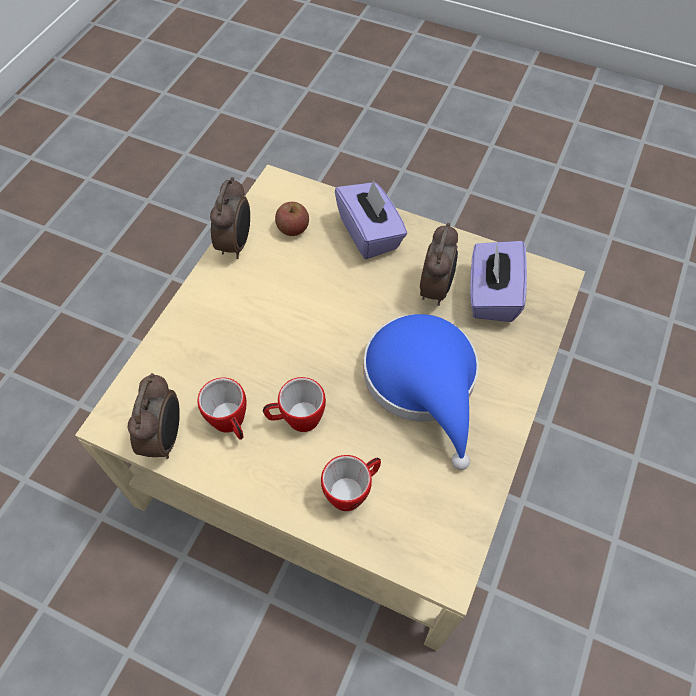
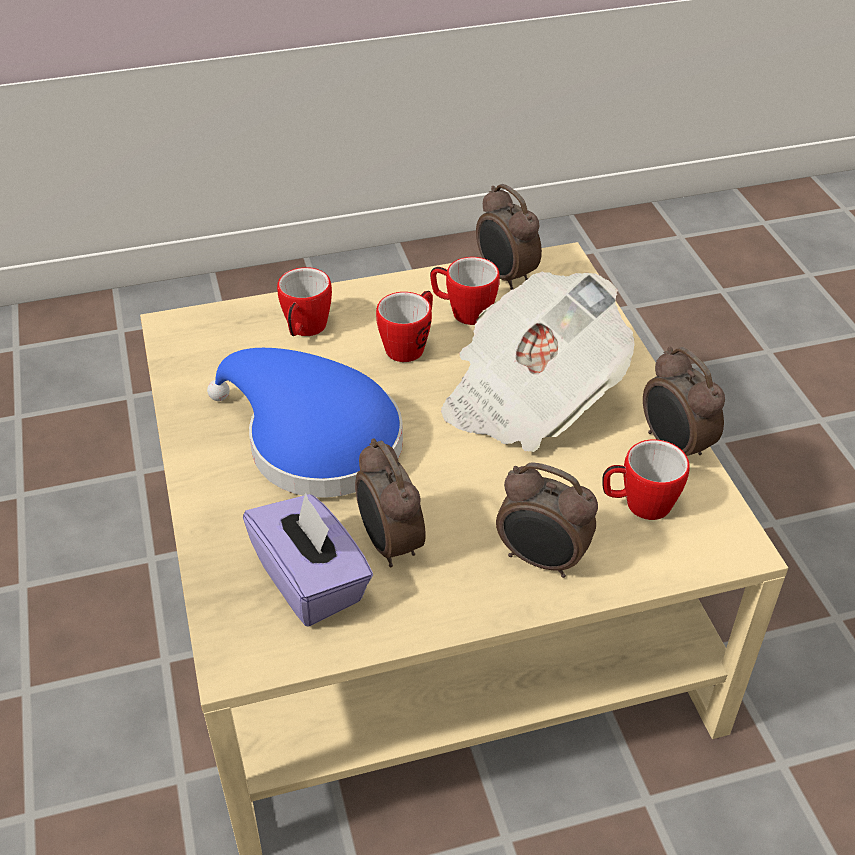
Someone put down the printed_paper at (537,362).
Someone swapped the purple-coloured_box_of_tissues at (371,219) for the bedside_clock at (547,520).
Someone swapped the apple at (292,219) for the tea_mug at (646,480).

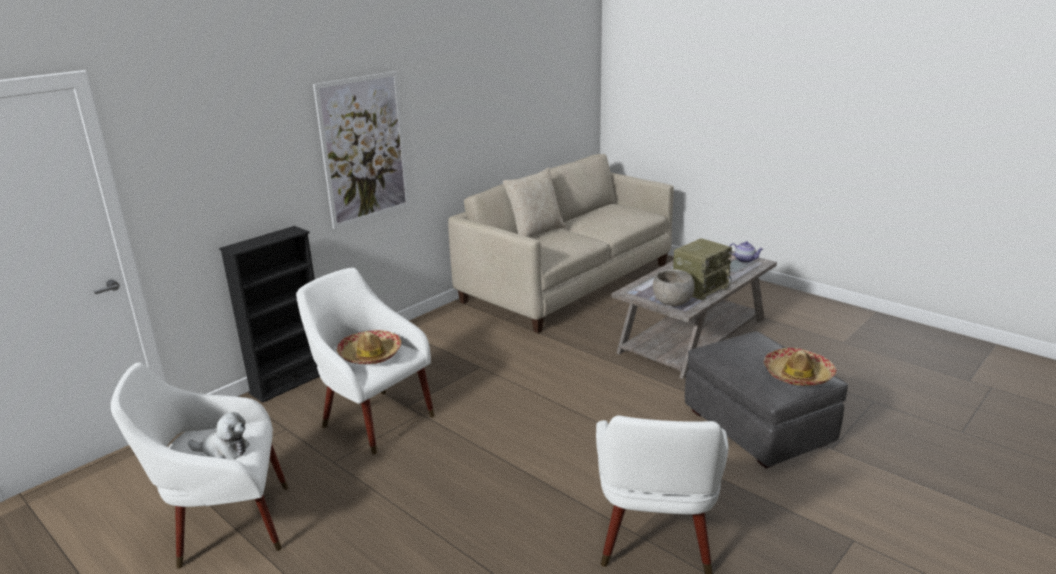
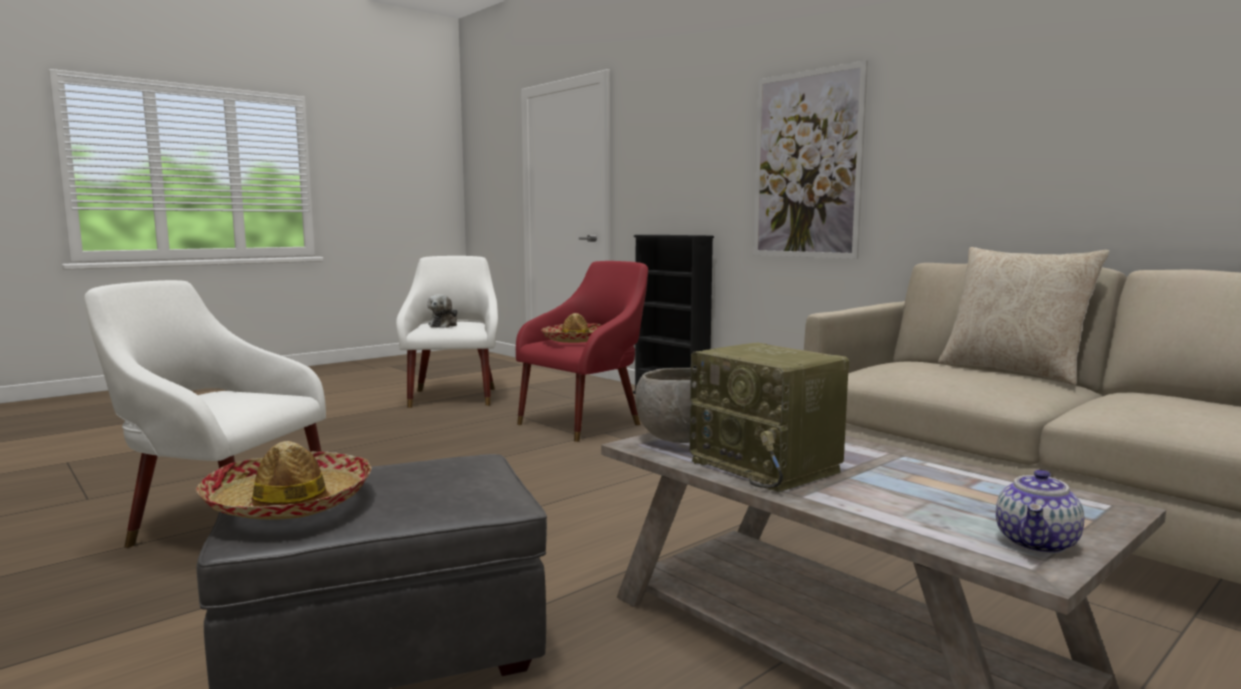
Someone repainted the white-coloured_lounge_chair at (365,361), which became the red_lounge_chair at (582,351).

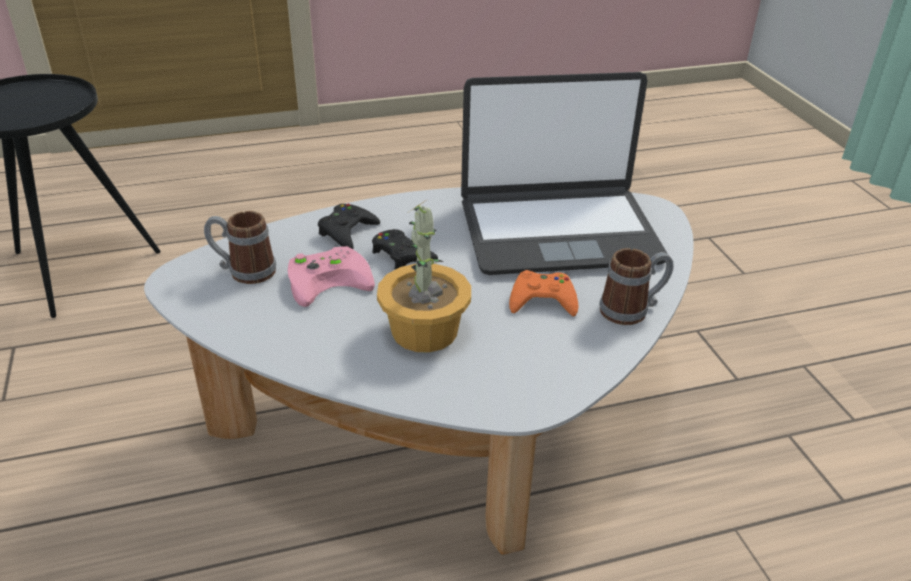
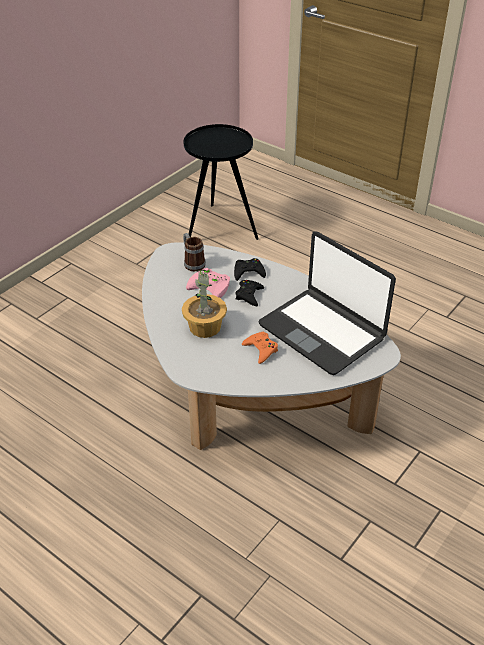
Someone took away the tea_mug at (636,286).

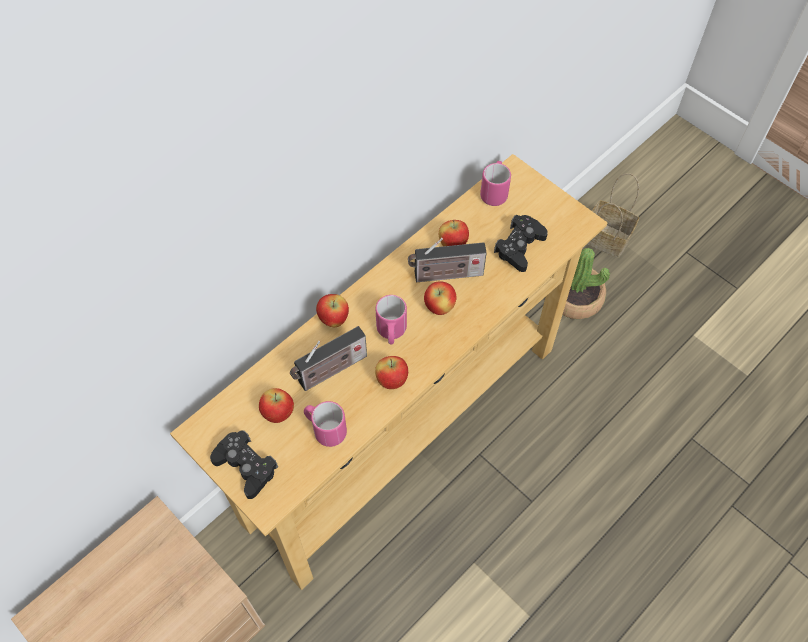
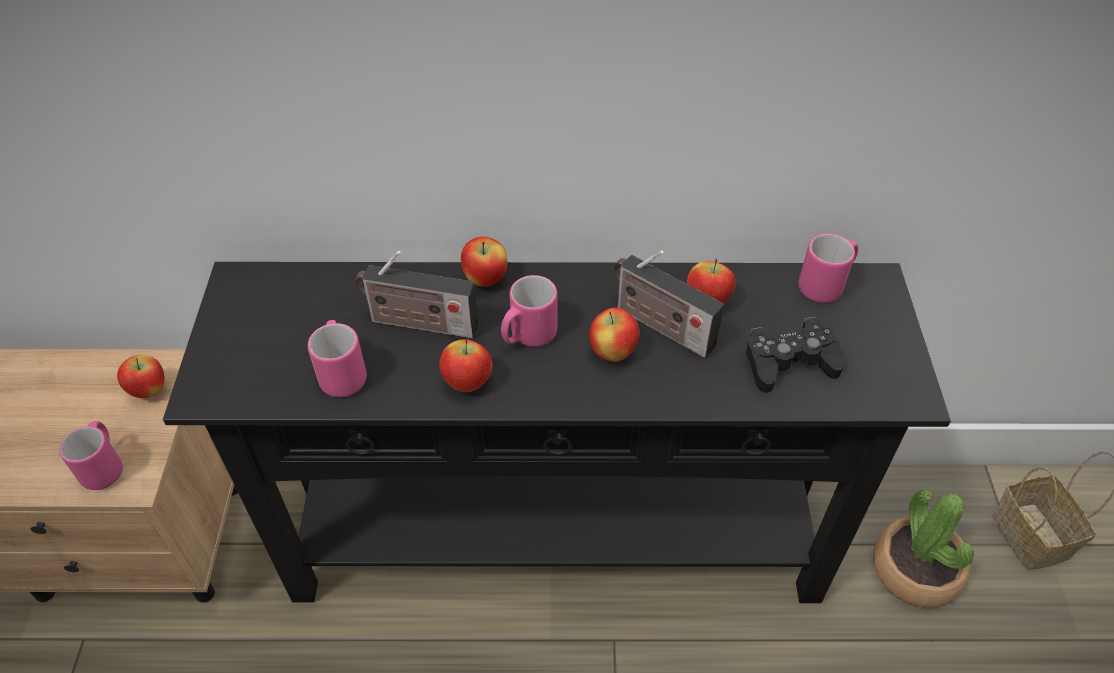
Someone put down the pink_tea_mug at (91,455).
Someone carried the apple from (276,405) to (140,376).
Someone repainted the sand-coloured_hall_table at (388,372), which became the blackish_hall_table at (557,432).
Someone took away the blackish_gamepad at (244,464).

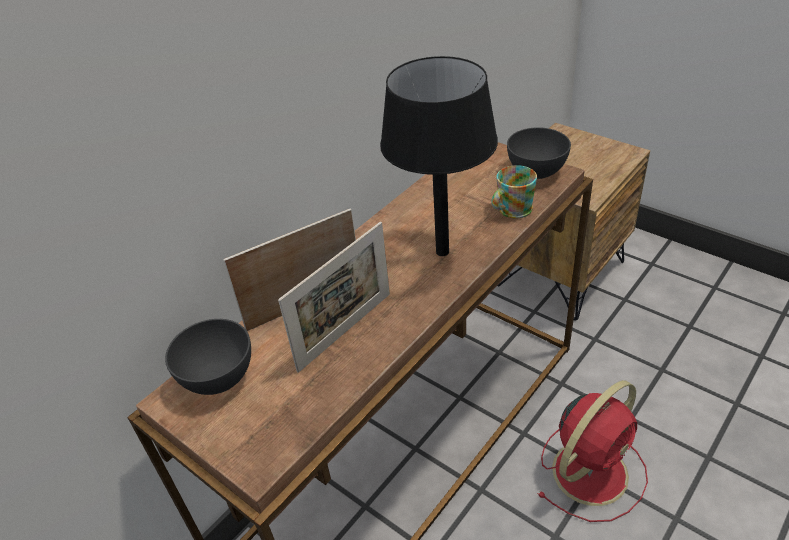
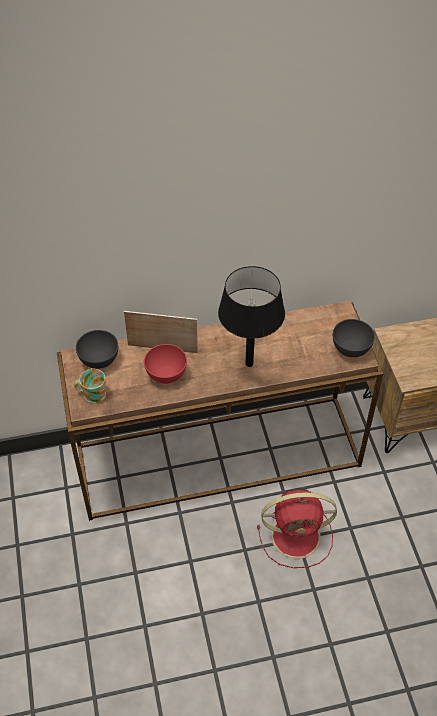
Someone carried the tea_mug from (514,191) to (90,386).
Someone swapped the standing_frame at (334,297) for the red_serving_bowl at (165,364).

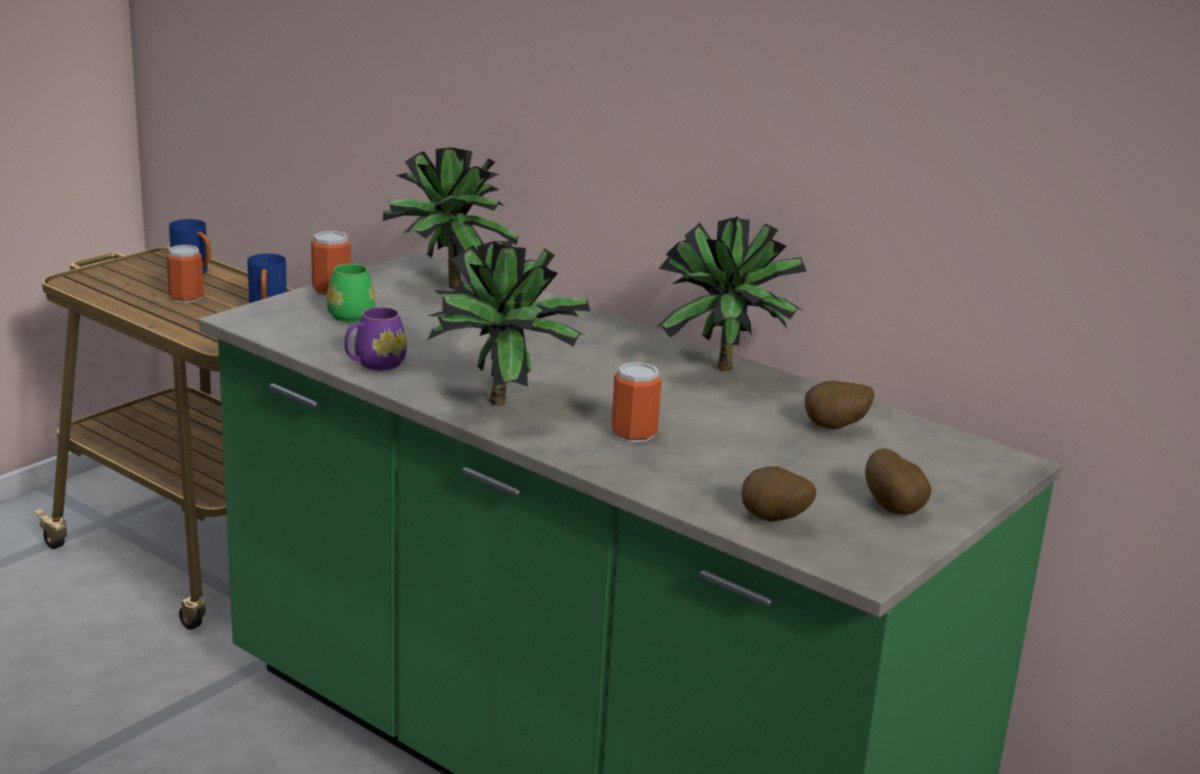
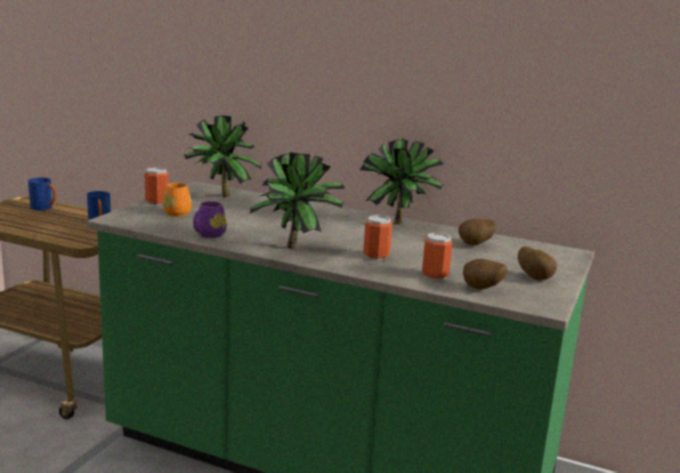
Someone repainted the green-coloured_tea_mug at (350,293), which became the orangey_tea_mug at (177,199).
Someone carried the can from (185,274) to (437,256).

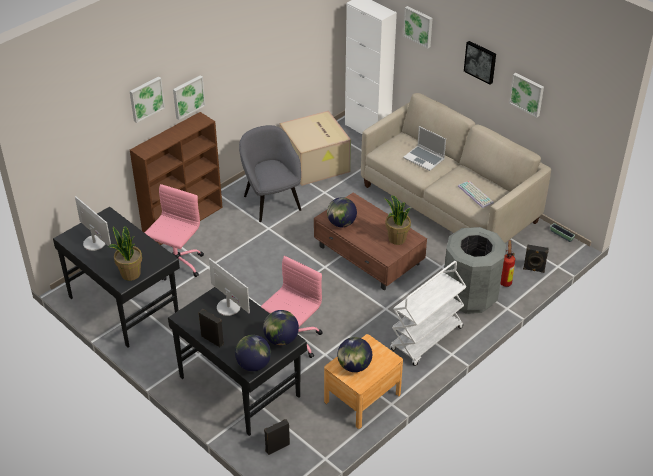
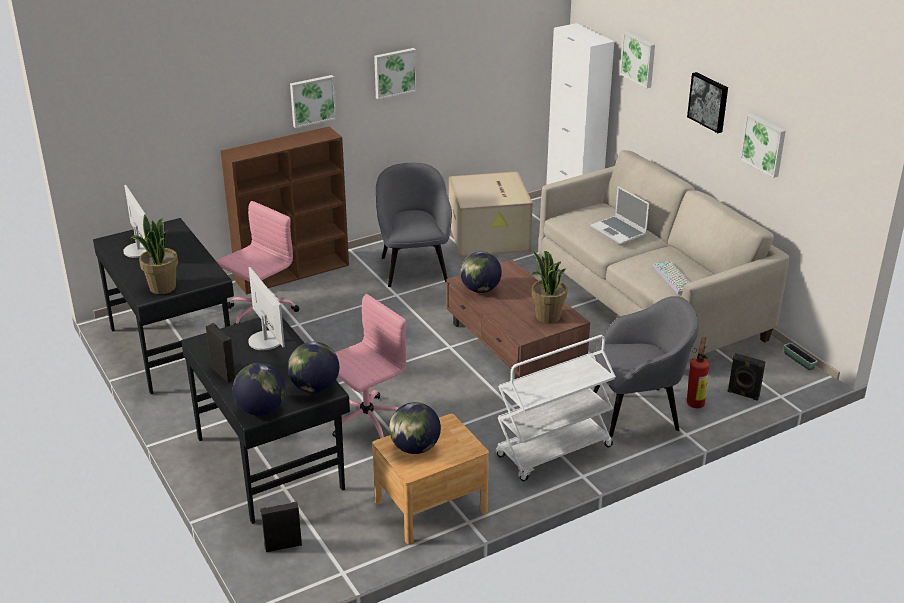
Someone carried the wall_art from (147,100) to (395,74).
Someone swapped the grey_trash_can at (475,270) for the grey_lounge_chair at (645,366).

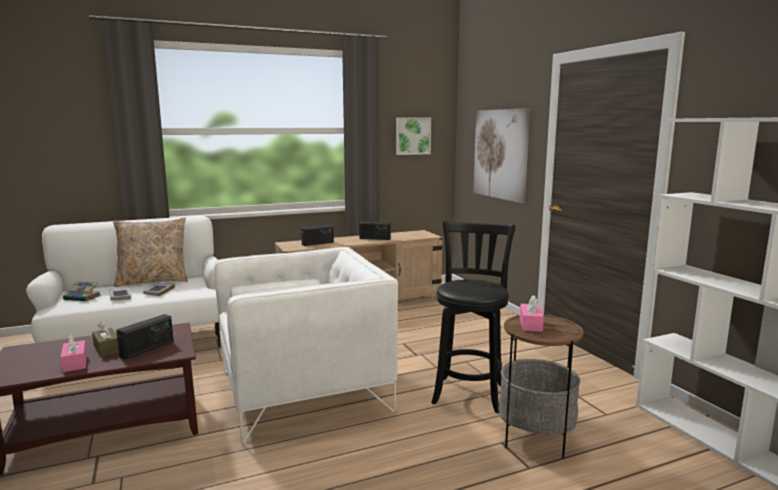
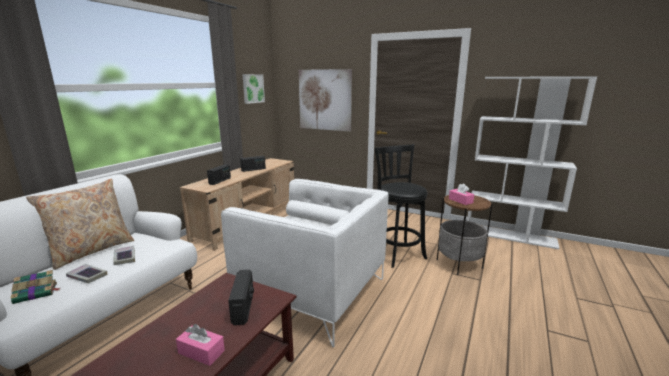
Someone rotated the white-coloured_lounge_chair at (306,345) by 90 degrees clockwise.
Someone took away the brown_box_of_tissues at (105,339).

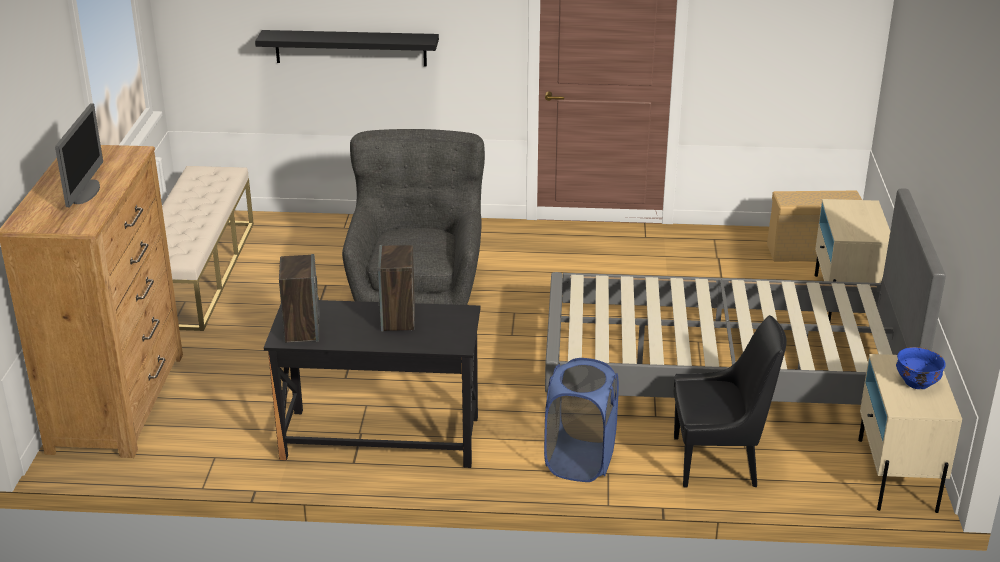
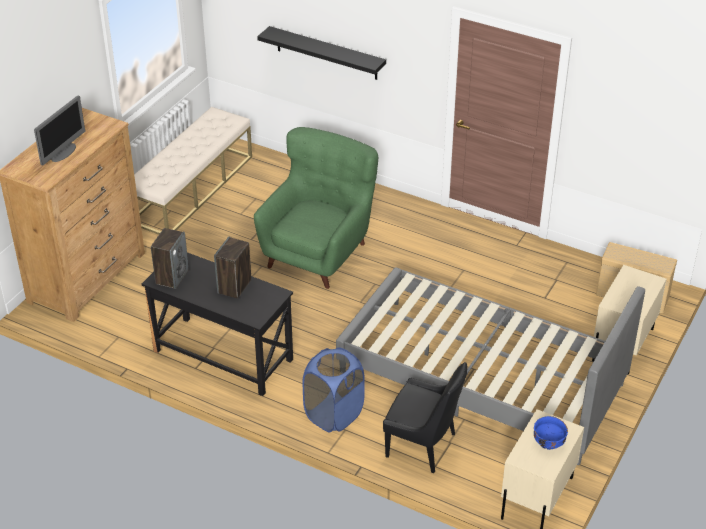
Someone repainted the grey_lounge_chair at (413,217), which became the green-coloured_lounge_chair at (316,208).

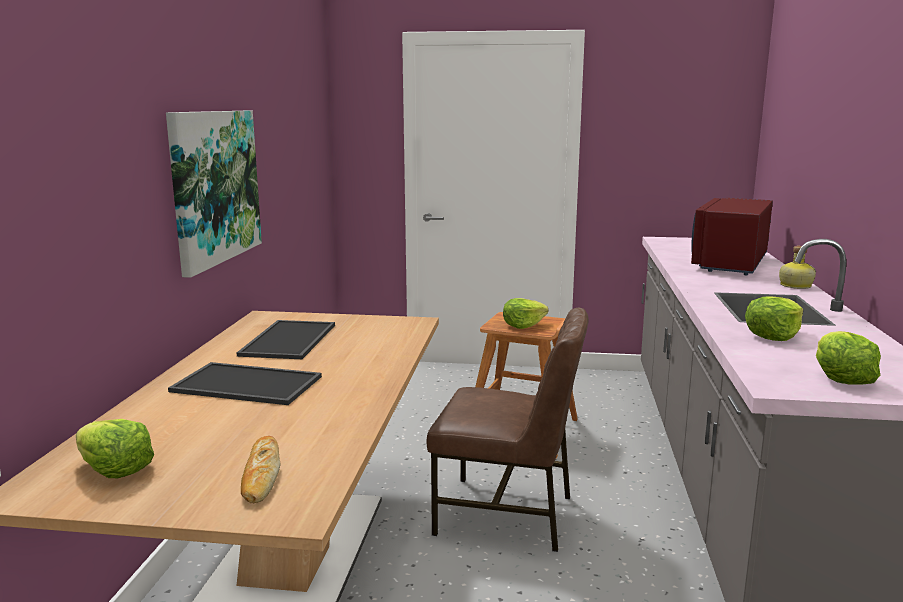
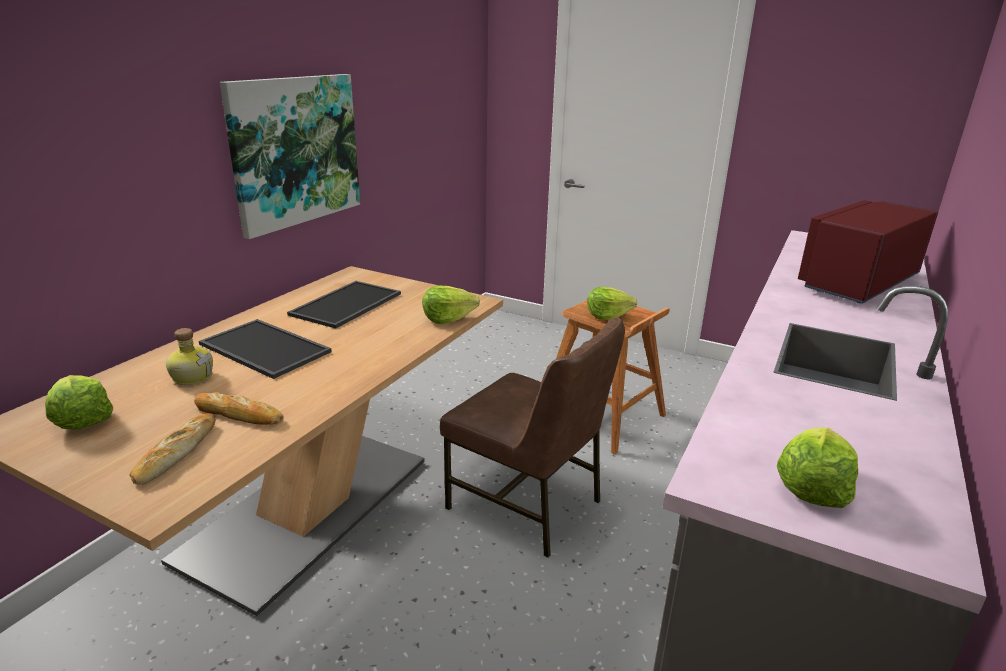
Someone carried the beverage_bottle from (797,267) to (189,356).
Someone put down the bread at (239,408).
Someone carried the lettuce_head from (774,318) to (451,305).

